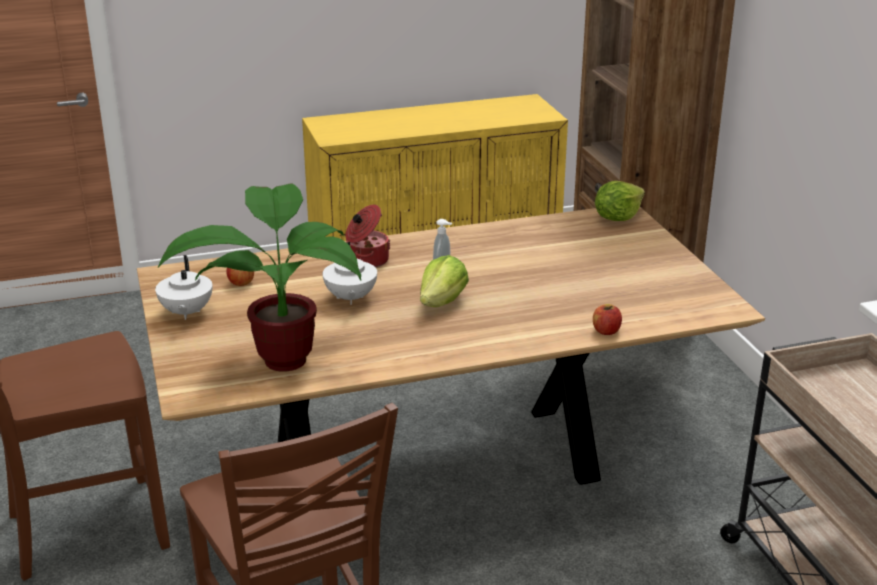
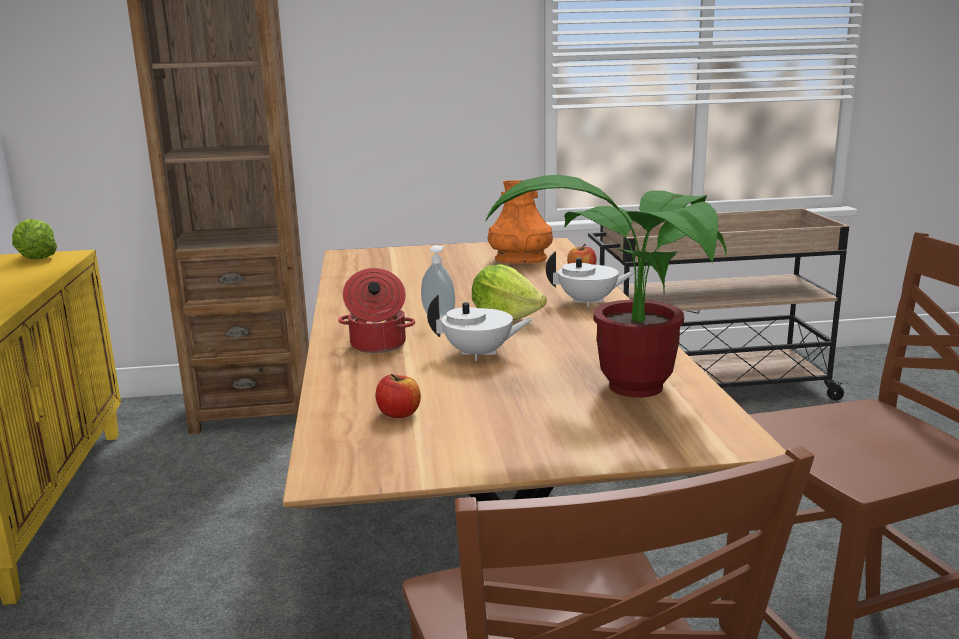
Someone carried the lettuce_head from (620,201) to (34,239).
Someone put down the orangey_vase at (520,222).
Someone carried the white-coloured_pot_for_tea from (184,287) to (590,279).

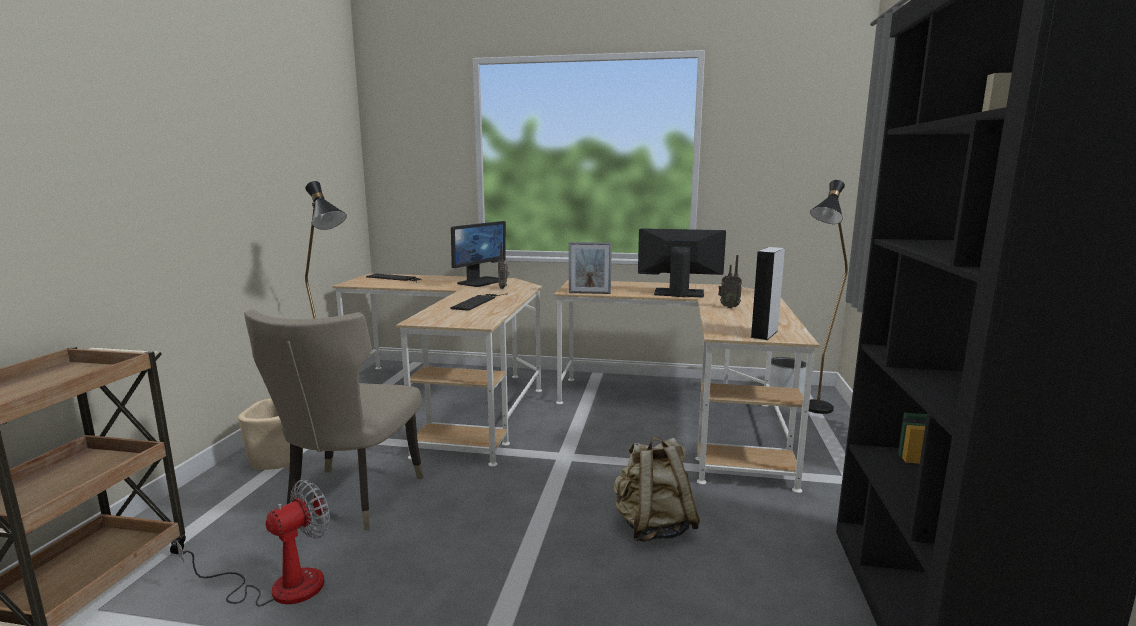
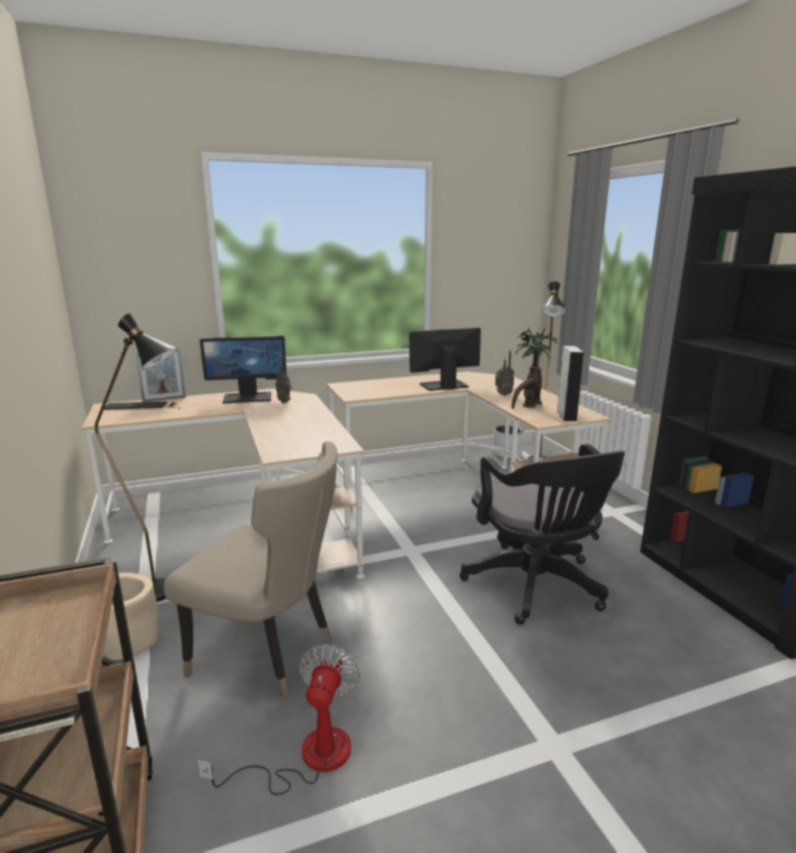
Someone carried the standing_frame from (590,268) to (160,375).
Someone rotated the sand-coloured_chair at (333,419) by 45 degrees counterclockwise.
Someone rotated the computer_screen at (478,254) by 75 degrees clockwise.
Someone swapped the sand-coloured_backpack at (657,489) for the blackish_computer_chair at (542,534).
Someone put down the plant_in_a_pot at (535,368).
Someone took away the computer_keyboard at (479,302).

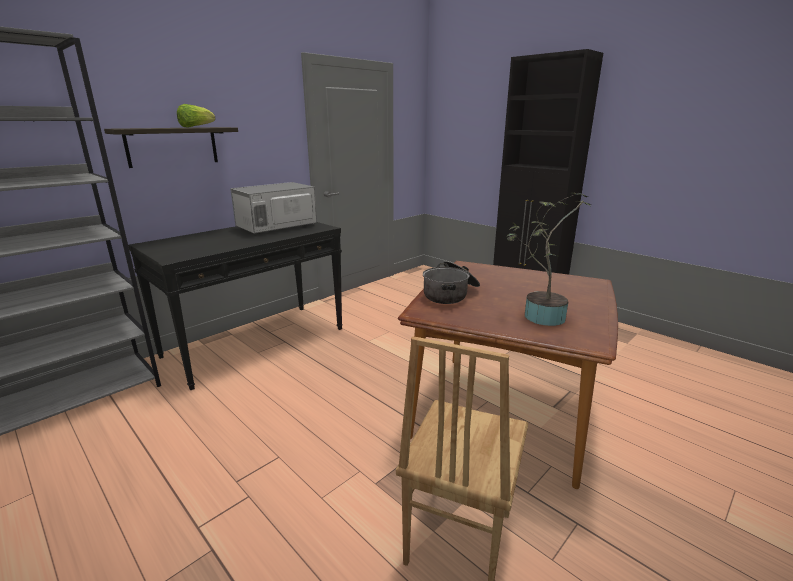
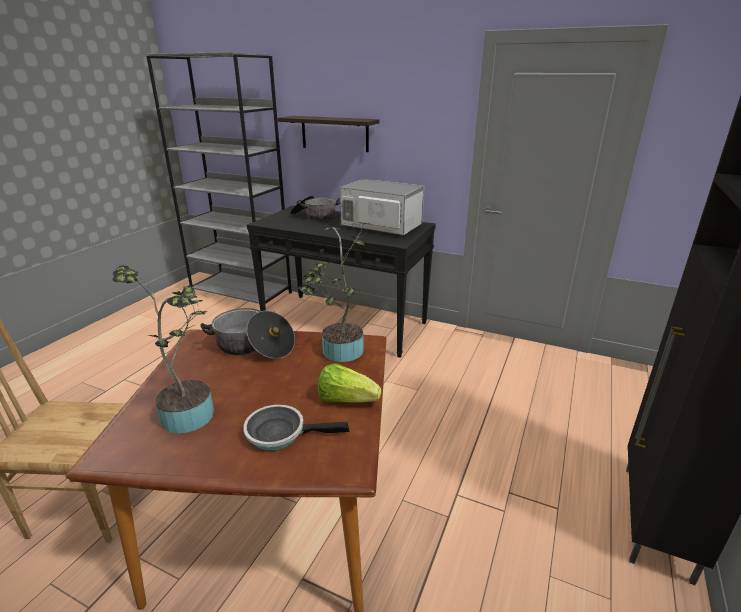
Someone put down the skillet at (296,428).
Someone put down the saucepot at (315,208).
Someone put down the plant_in_a_pot at (334,292).
Someone carried the lettuce_head from (196,116) to (350,383).

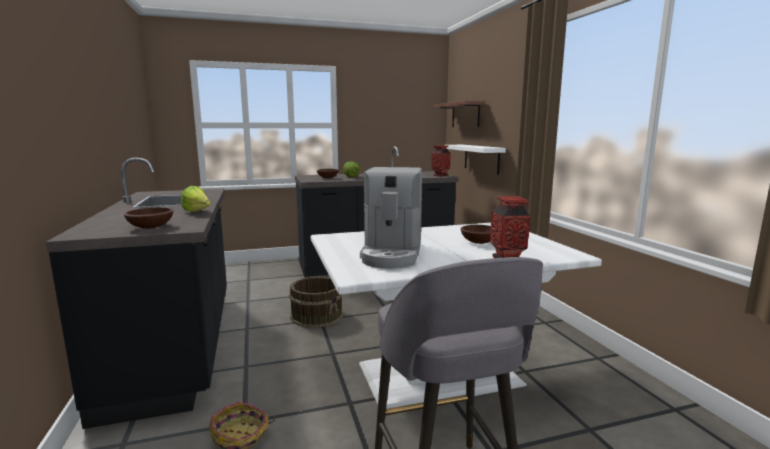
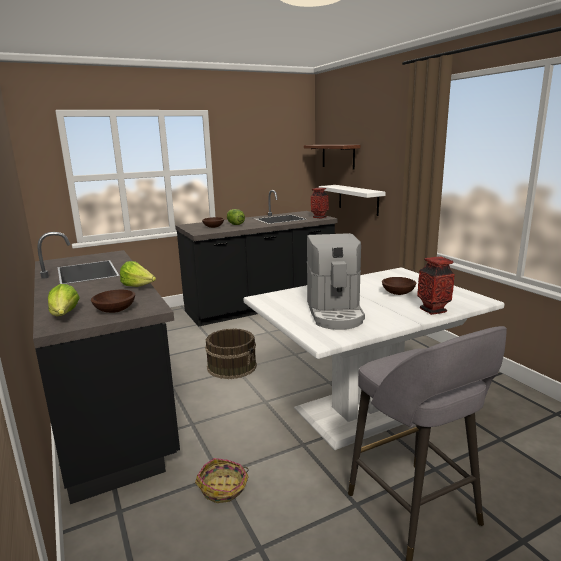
Someone put down the lettuce_head at (64,300).

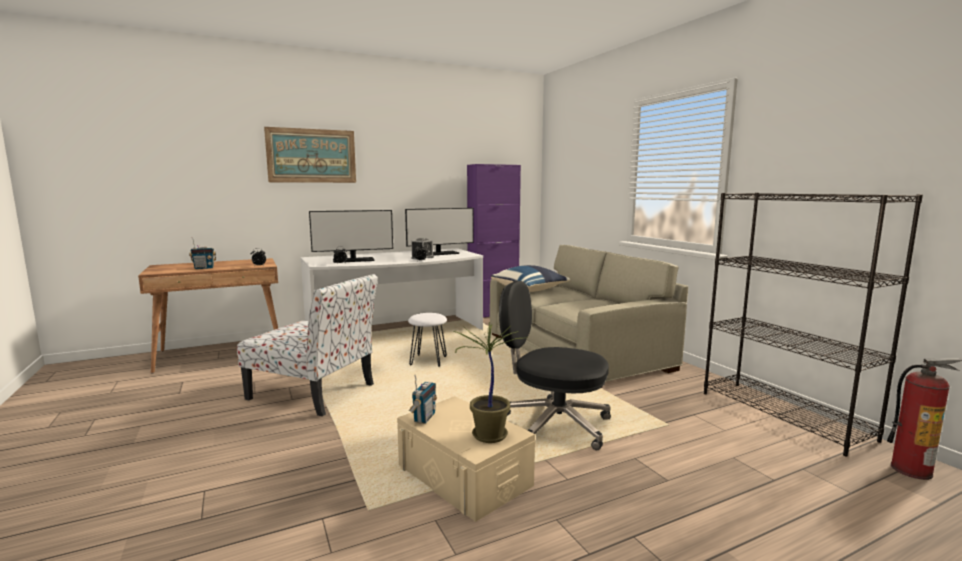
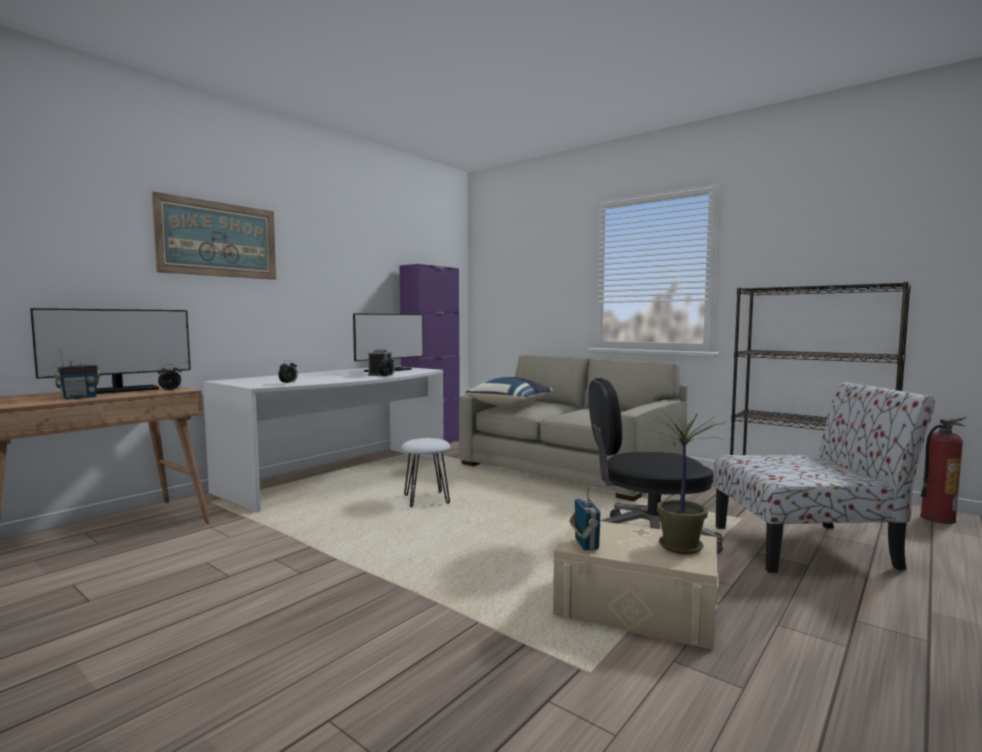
Someone carried the computer_screen from (351,236) to (110,351).
Someone carried the chair from (307,345) to (824,477).

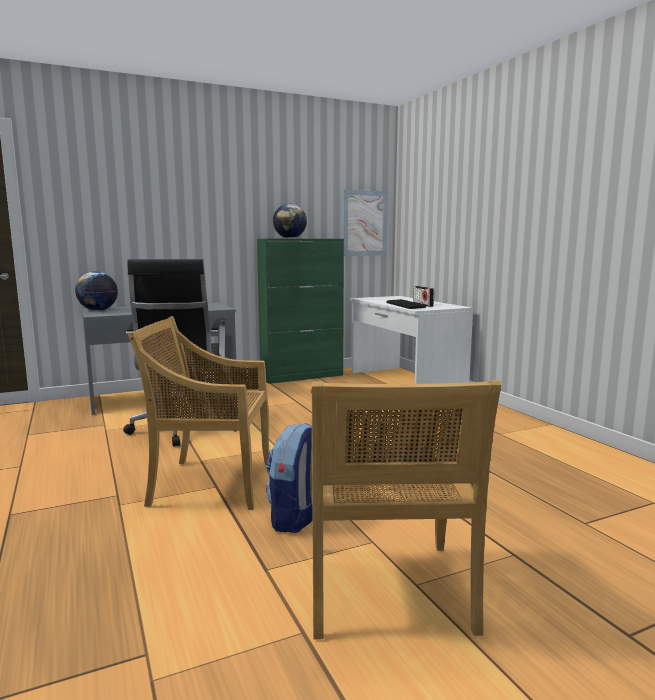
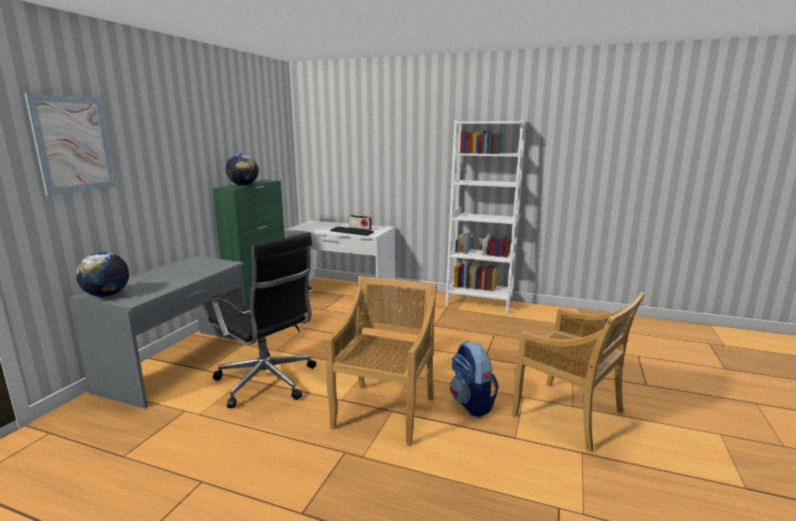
Someone carried the wall_art from (365,223) to (70,144).
Someone rotated the sand-coloured_chair at (198,413) by 150 degrees clockwise.
Someone put down the white-coloured_bookshelf at (485,216).

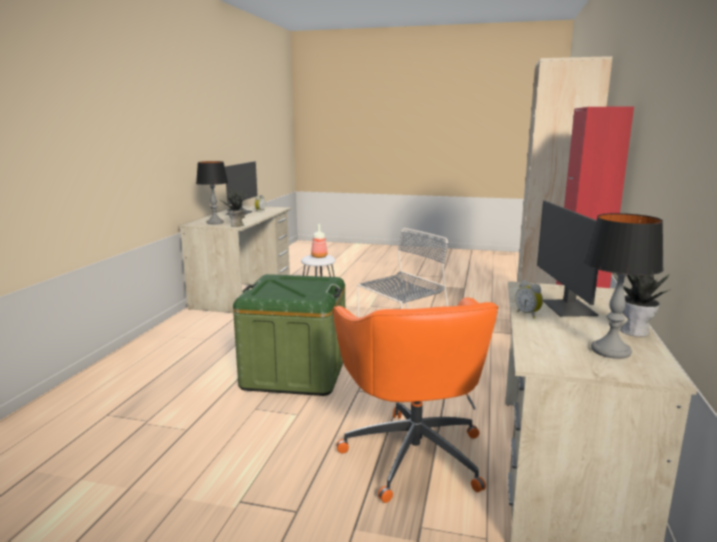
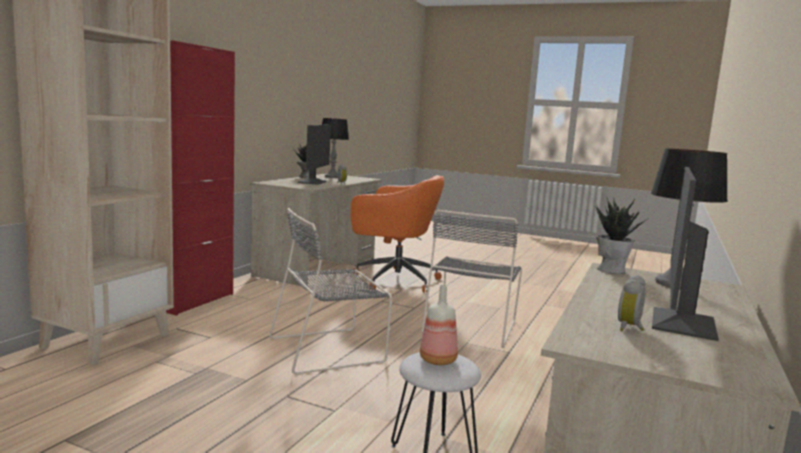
Someone rotated the orangey_computer_chair at (416,400) by 105 degrees clockwise.
Someone swapped the green-coloured_storage_box at (289,335) for the grey_chair at (472,279).

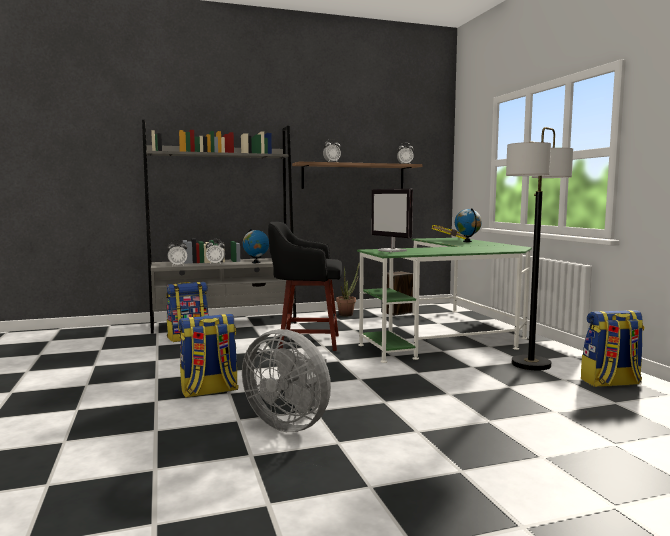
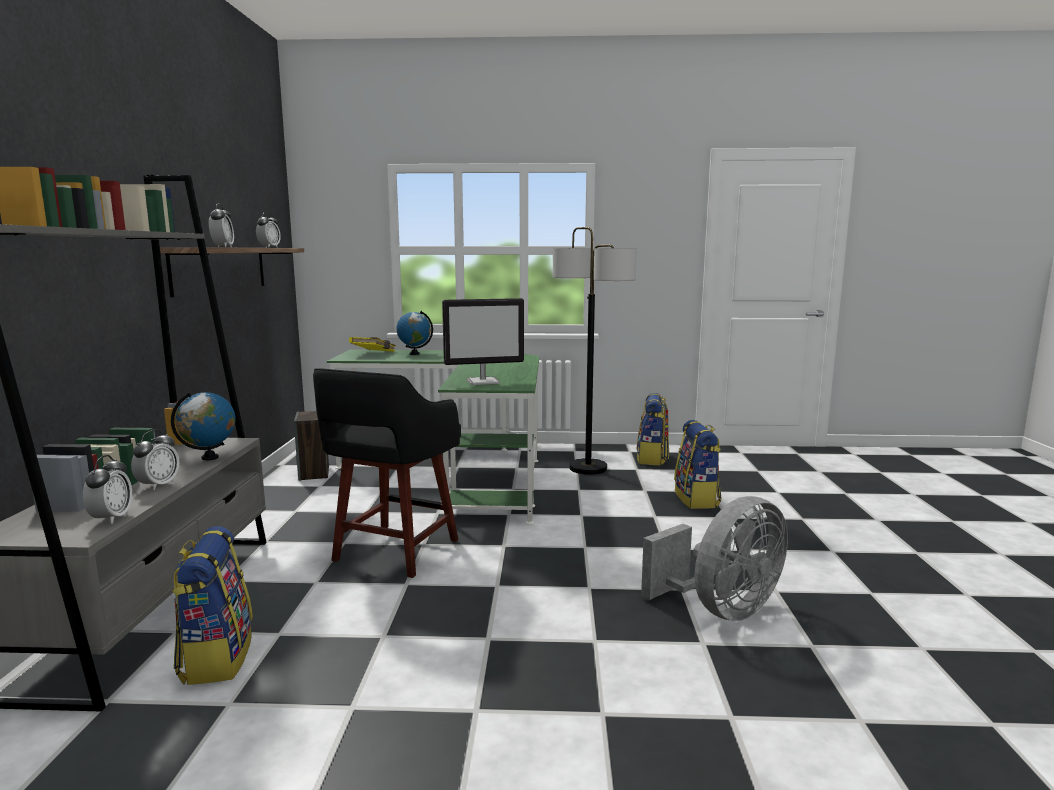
Someone carried the backpack from (209,356) to (698,464).
Someone took away the plant_in_a_pot at (347,290).

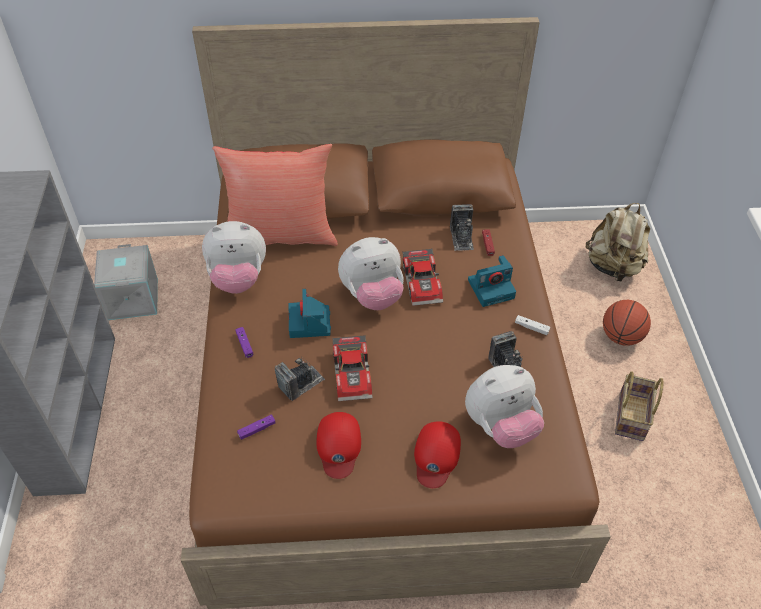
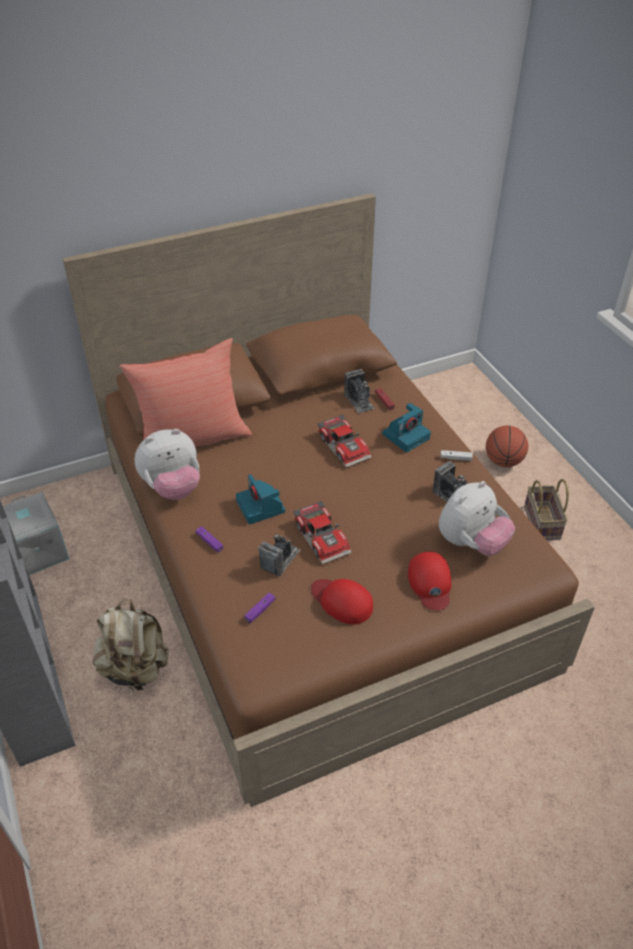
Someone carried the sand-coloured_backpack from (618,242) to (131,646).
Someone rotated the red_cap at (338,445) by 150 degrees clockwise.
Someone took away the plush_toy at (371,273).

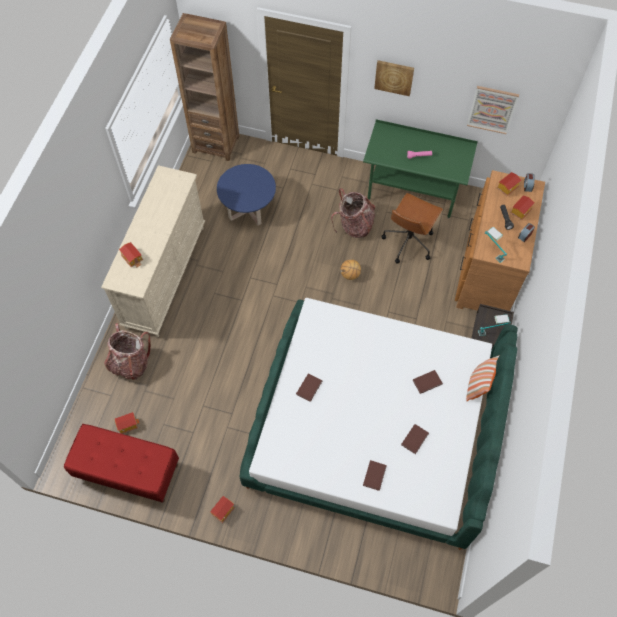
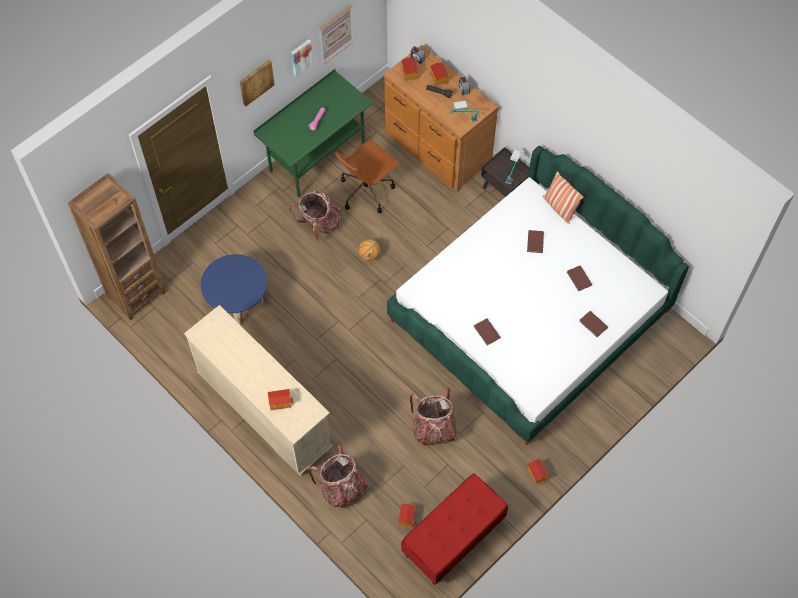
Someone put up the wall_art at (302,57).
Someone rotated the brown_computer_chair at (412,228) by 75 degrees clockwise.
Someone put down the backpack at (433,416).

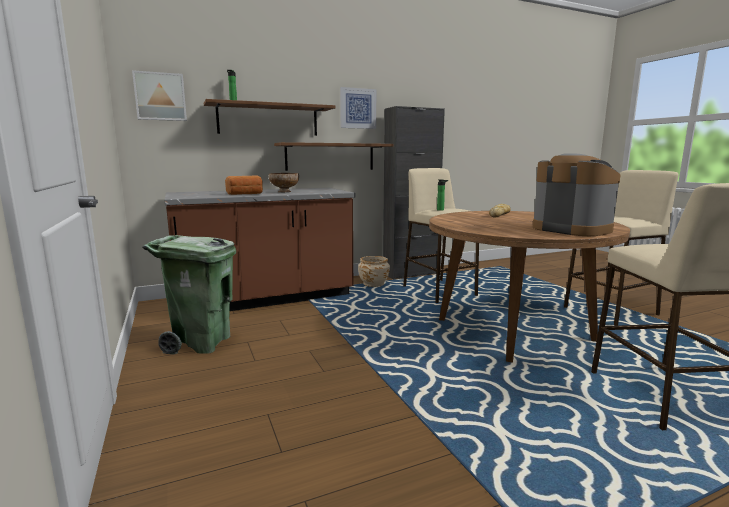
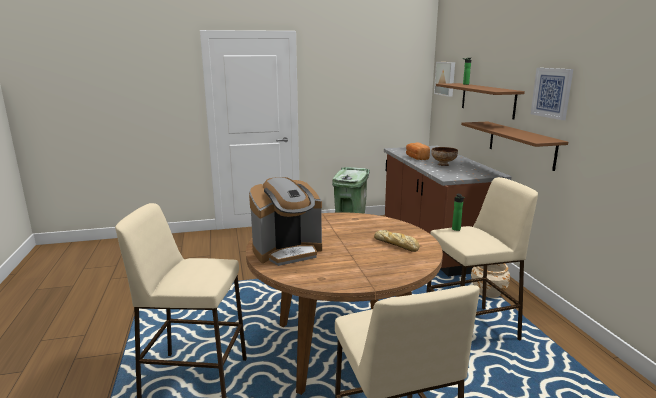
Someone took away the blackish_storage_cabinet at (414,193).

